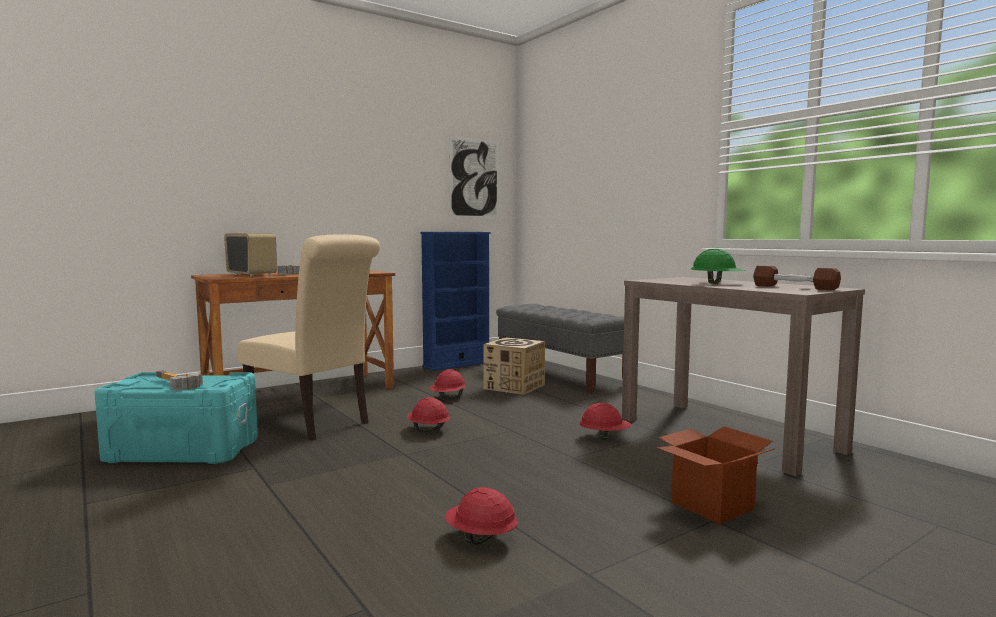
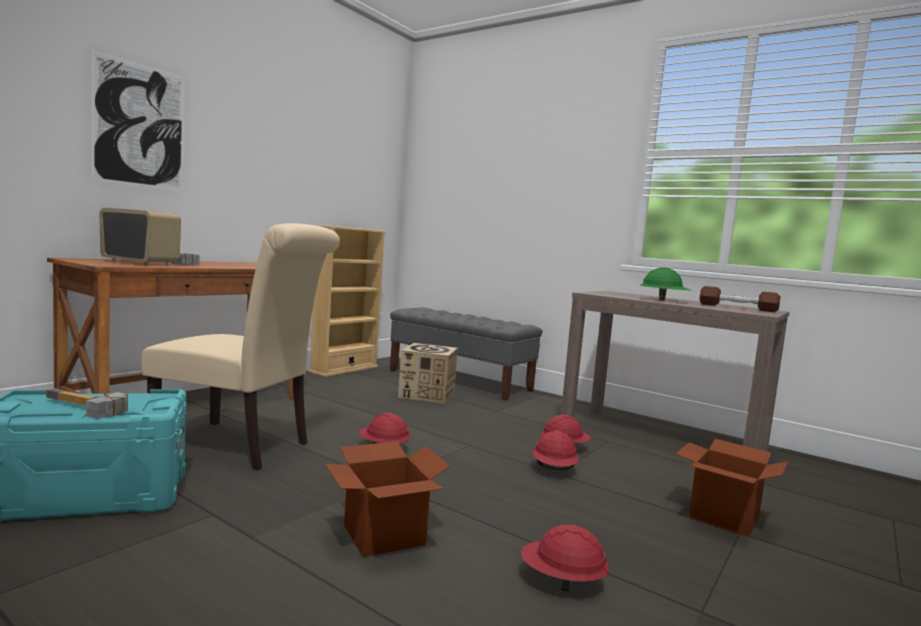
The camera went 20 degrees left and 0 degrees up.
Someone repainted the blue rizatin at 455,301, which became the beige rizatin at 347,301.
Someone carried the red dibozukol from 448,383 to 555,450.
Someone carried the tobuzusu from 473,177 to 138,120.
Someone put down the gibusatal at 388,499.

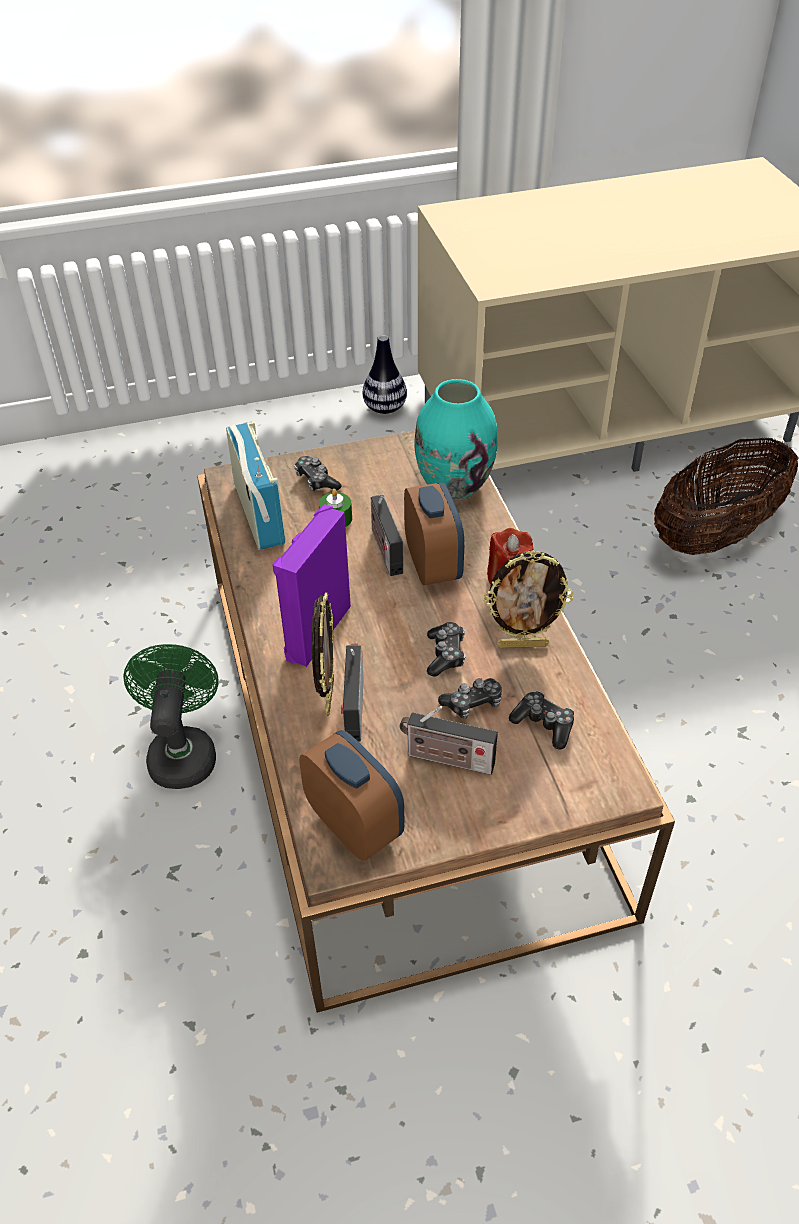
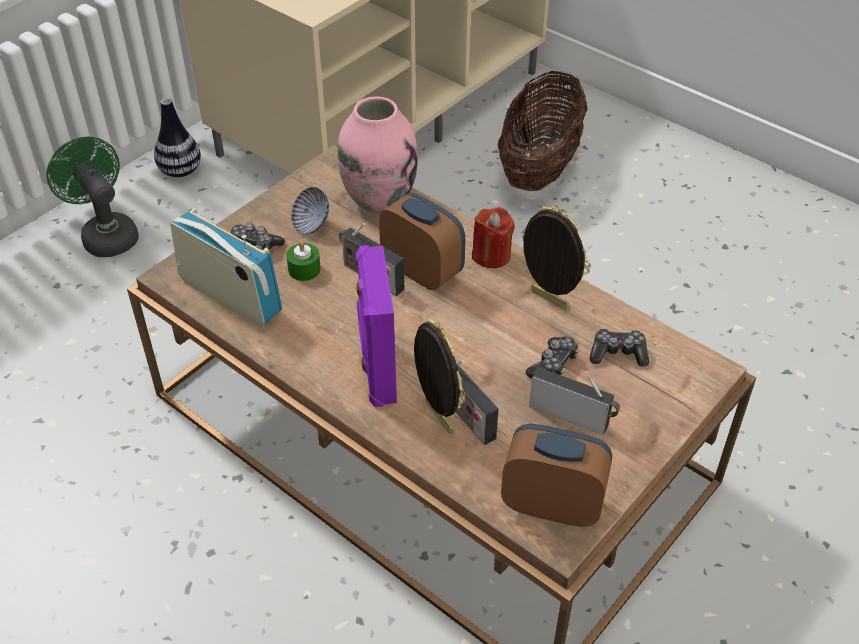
The camera went 35 degrees left and 0 degrees up.
Someone carried the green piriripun from 171,716 to 92,197.
Someone rotated the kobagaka at 449,740 by 135 degrees counterclockwise.
Someone repainted the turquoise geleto at 456,439, which became the pink geleto at 377,155.
Someone took away the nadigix at 446,649.
Someone rotated the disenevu at 528,599 by 105 degrees counterclockwise.
Someone put down the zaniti at 310,210.

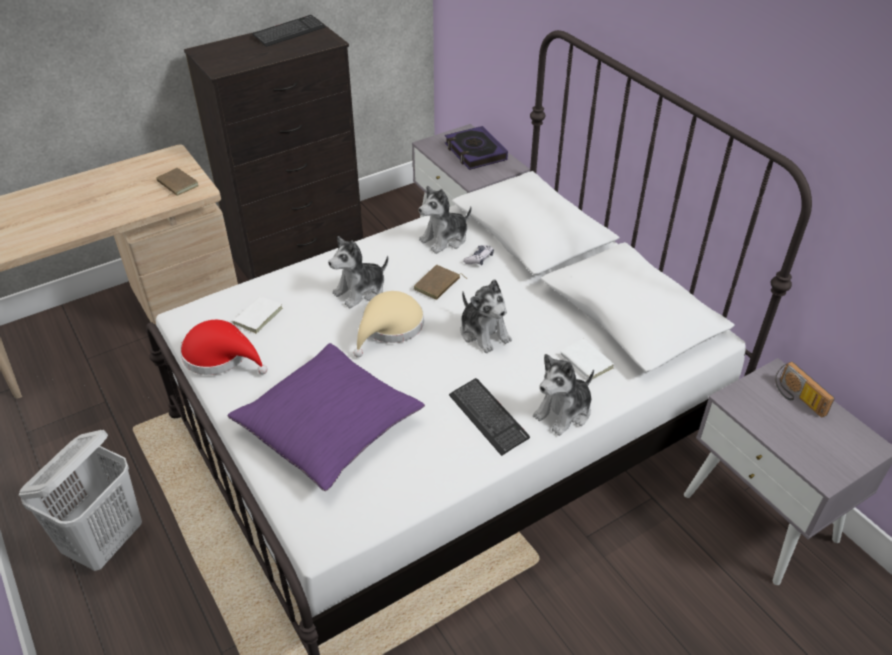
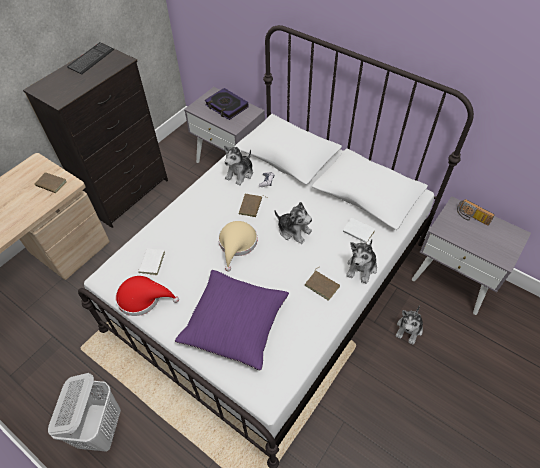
The camera went 20 degrees left and 10 degrees up.
Someone carried the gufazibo from 358,272 to 409,325.
Someone swapped the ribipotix at 489,417 for the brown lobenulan at 322,283.

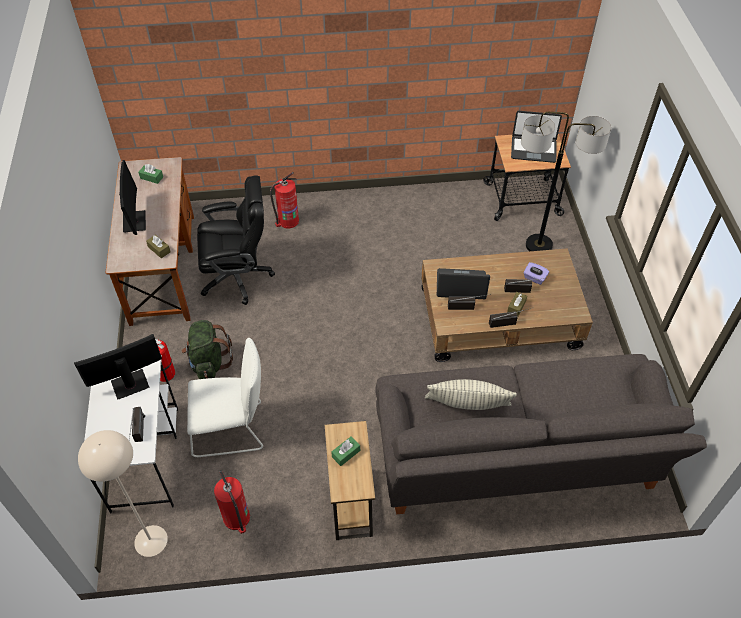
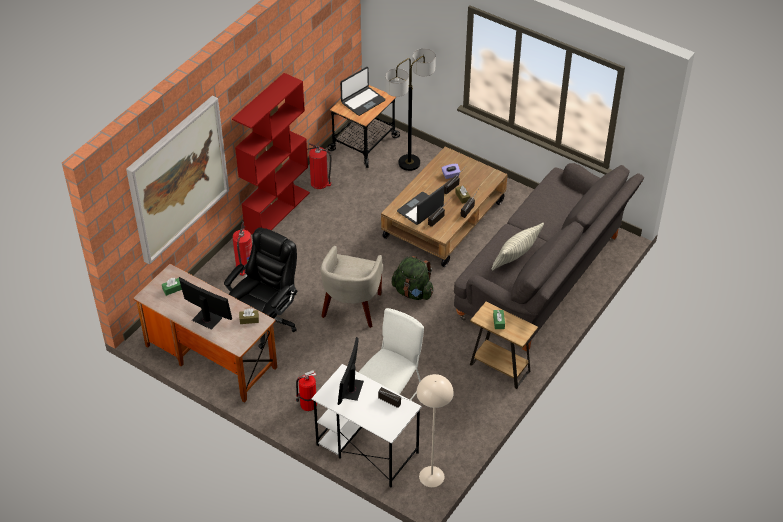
The camera went 50 degrees left and 5 degrees down.
Someone carried the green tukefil from 207,349 to 412,278.
Someone carried the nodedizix from 232,502 to 319,166.
Someone put up the tobuzusu at 177,180.
Someone put down the red rizatin at 271,154.
Someone put down the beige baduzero at 351,287.

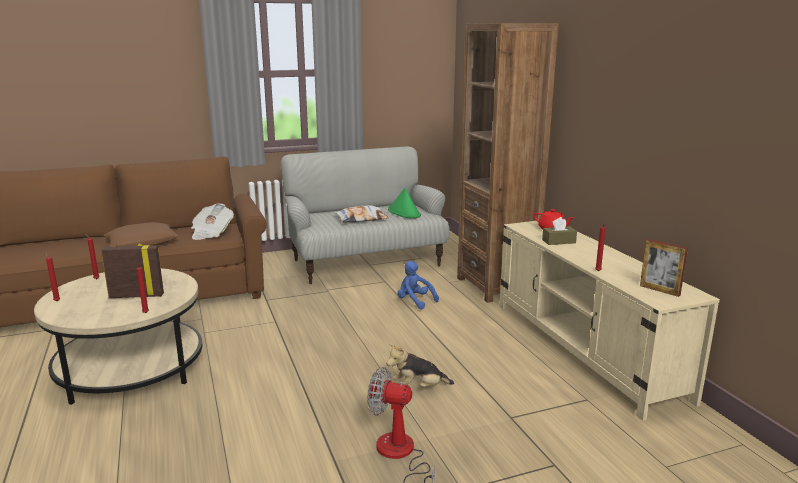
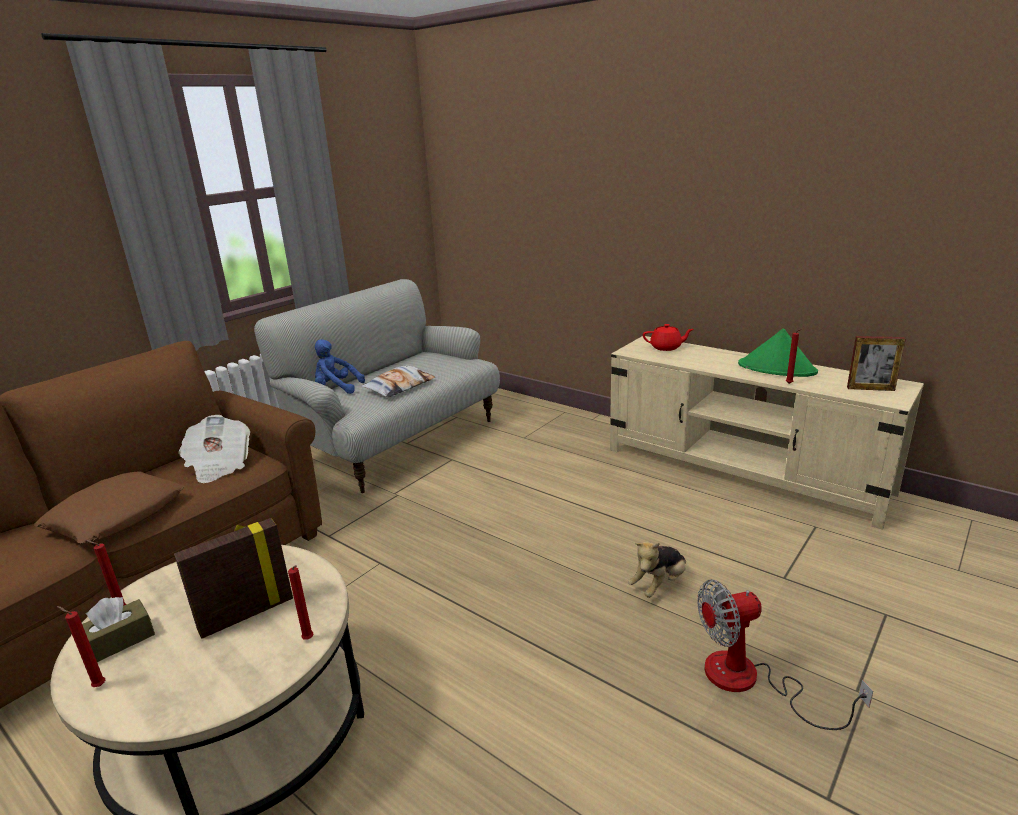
The camera went 30 degrees left and 5 degrees up.
Someone carried the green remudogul from 404,203 to 778,353.
Someone carried the blue gufazibo from 418,285 to 340,366.
Someone took away the brown rizatin at 508,163.
Someone carried the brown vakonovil from 559,231 to 118,629.

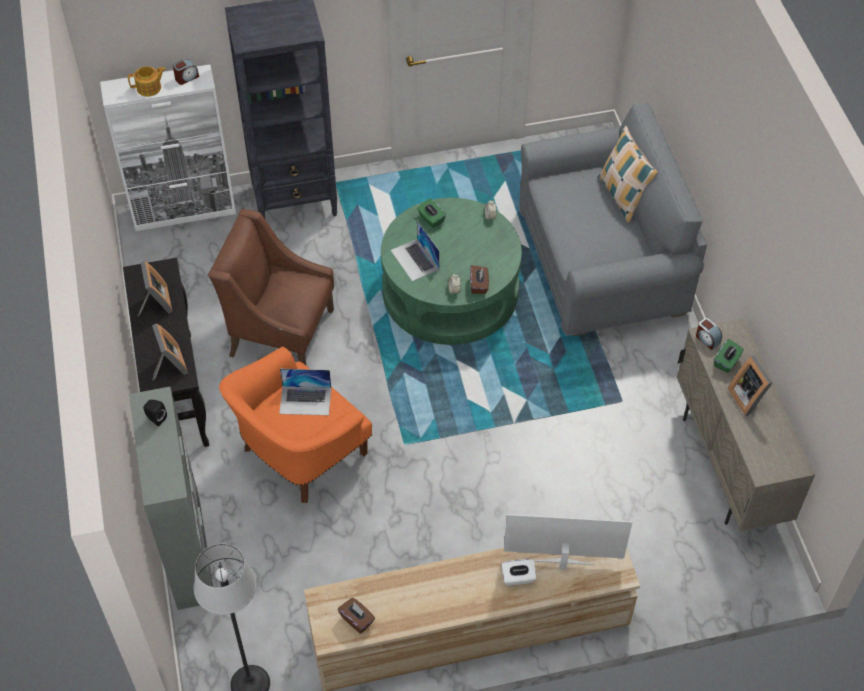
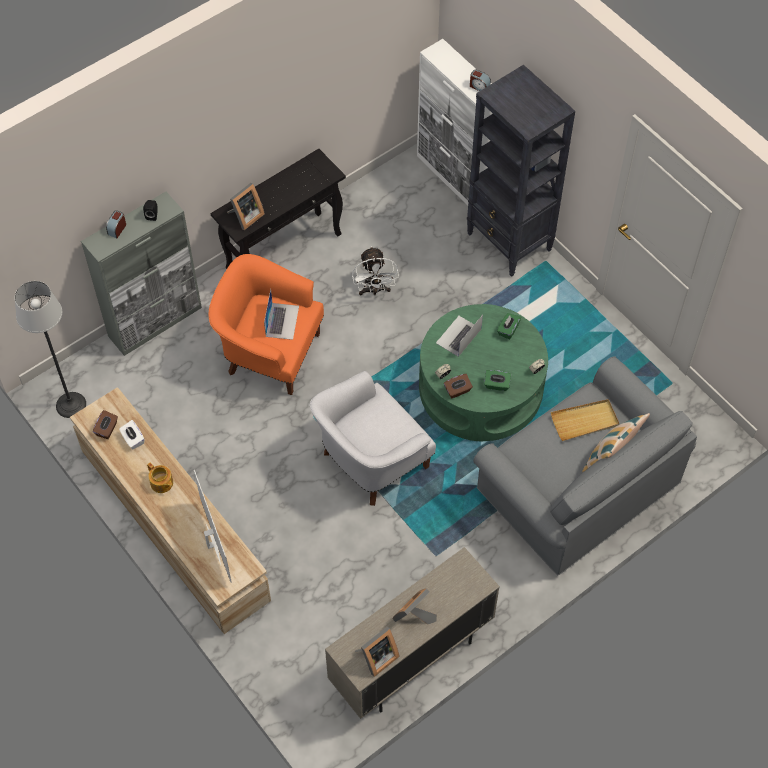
The camera went 65 degrees right and 5 degrees up.
Someone carried the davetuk from 147,81 to 160,478.
Someone carried the disenevu from 155,288 to 377,652.
Someone swapped the brown baduzero at 271,287 for the white piriripun at 375,271.
Someone rotated the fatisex at 305,392 by 150 degrees counterclockwise.
Someone carried the white vakonovil from 518,572 to 132,434.
Someone carried the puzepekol from 709,334 to 116,224.
Someone carried the green vakonovil from 729,356 to 497,380.
Someone put down the white baduzero at 373,438.
Someone put down the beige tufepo at 585,420.

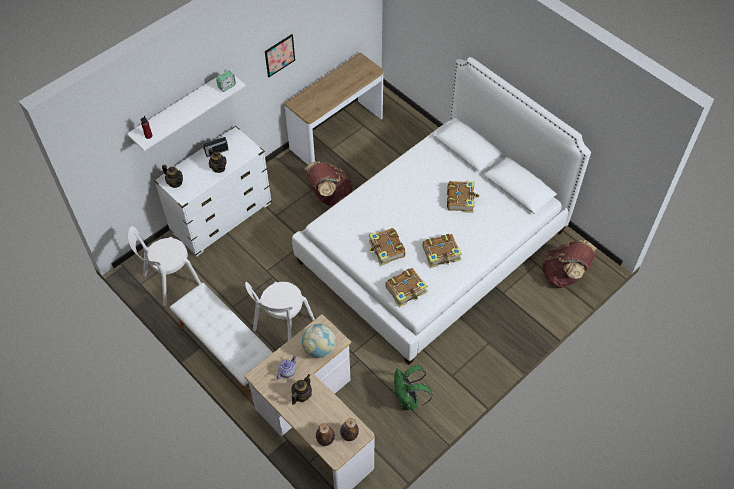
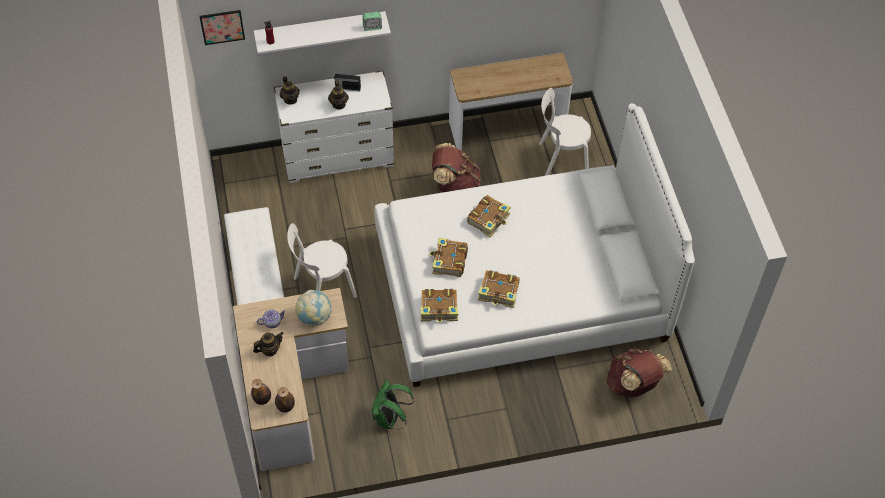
The camera went 30 degrees right and 0 degrees up.
Someone carried the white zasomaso from 164,266 to 565,132.
Someone carried the tobuzusu from 280,55 to 222,27.
Someone carried the lobenulan from 463,197 to 489,216.

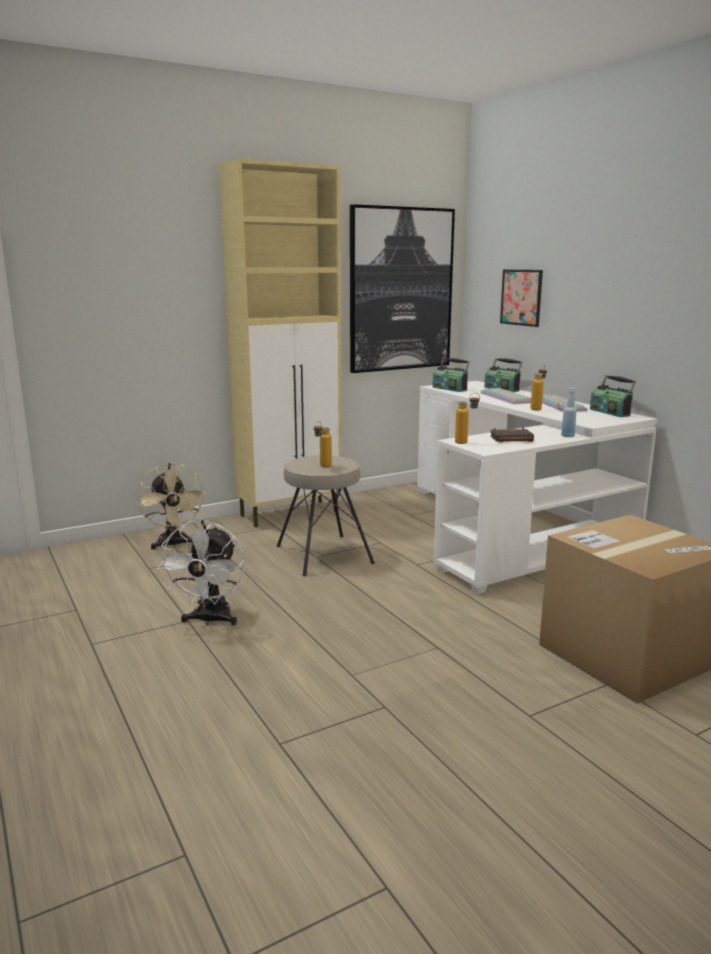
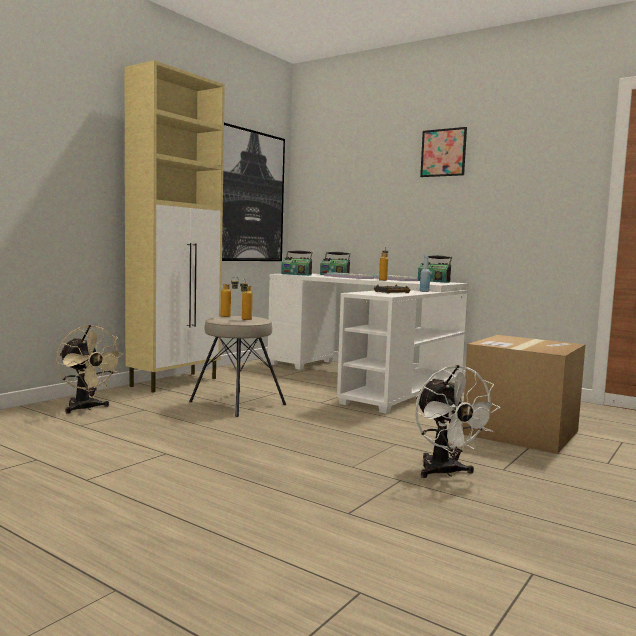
The camera went 25 degrees left and 10 degrees down.
Someone carried the white piriripun from 201,572 to 457,421.
Someone carried the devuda from 467,418 to 230,298.
Someone carried the tobuzusu from 521,298 to 443,152.

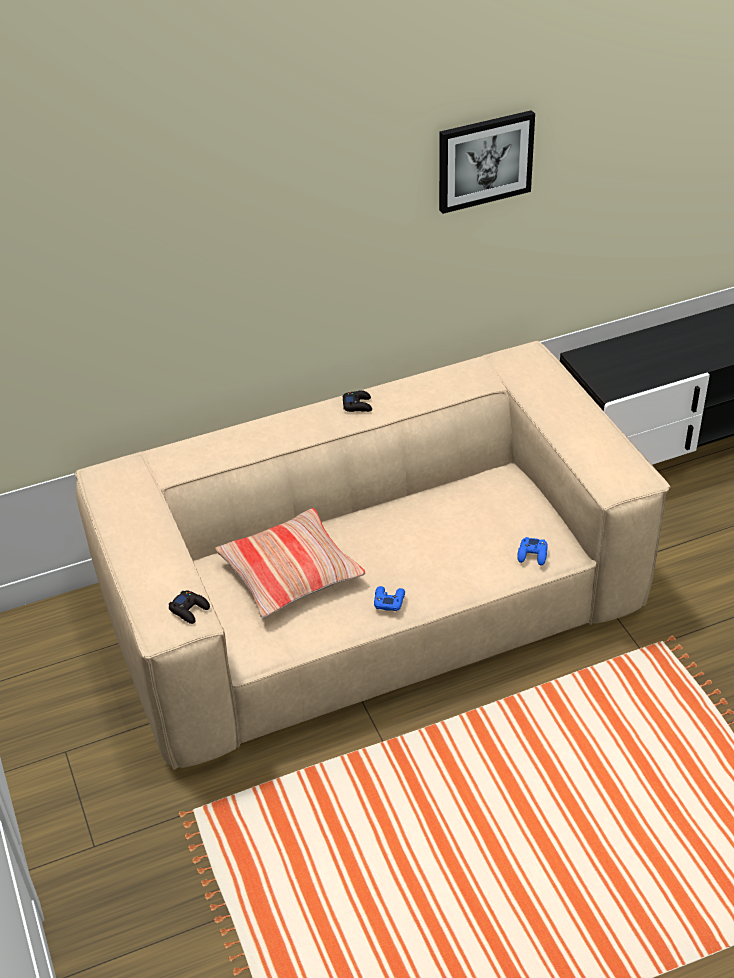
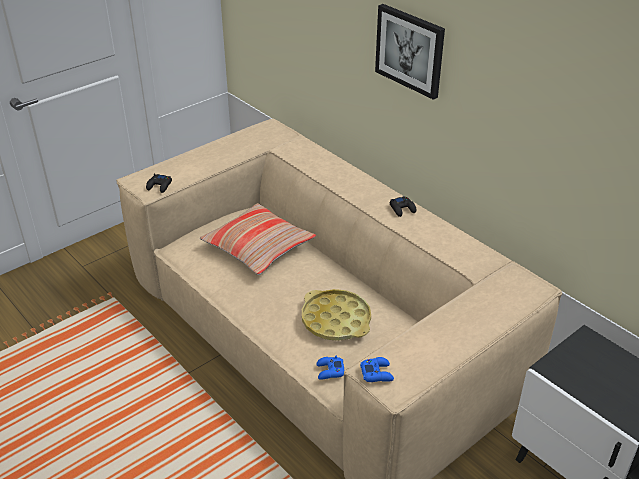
The camera went 70 degrees right and 5 degrees down.
Someone carried the blue nadigix from 389,598 to 377,369.
Someone carried the tobuzusu from 487,162 to 410,52.
Someone put down the yellow tufepo at 336,315.

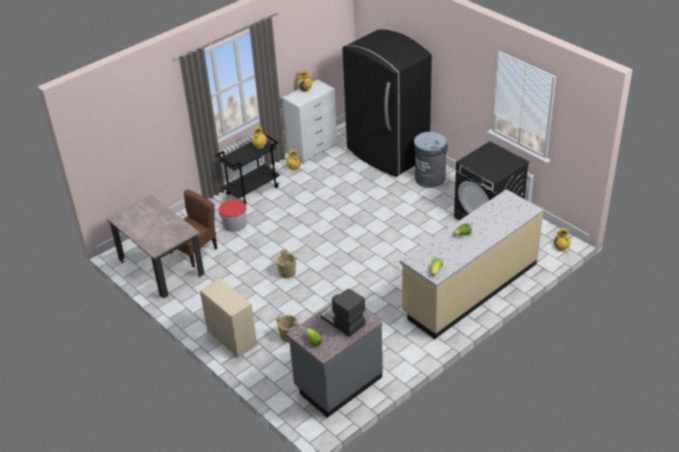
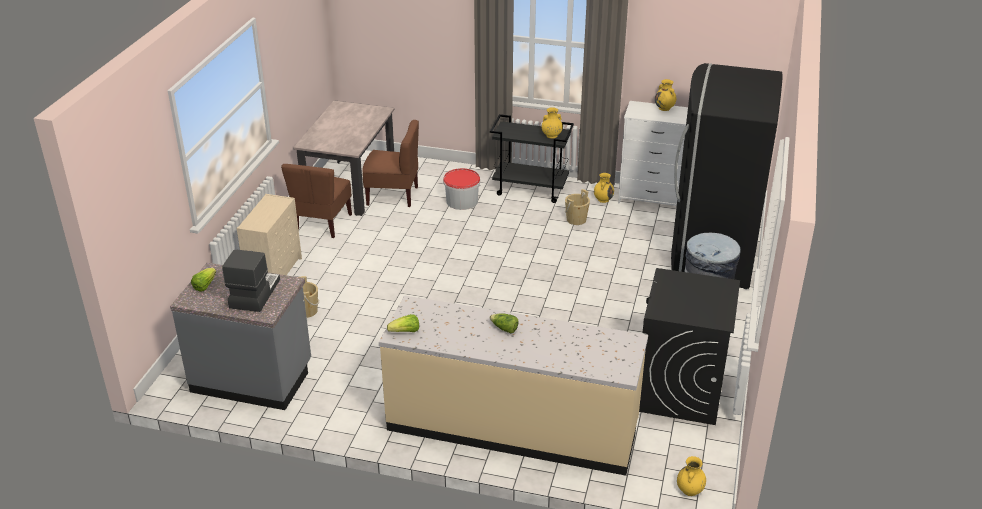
The camera went 55 degrees right and 5 degrees down.
Someone carried the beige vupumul from 286,263 to 577,207.
Someone put down the brown zasomaso at 316,201.

